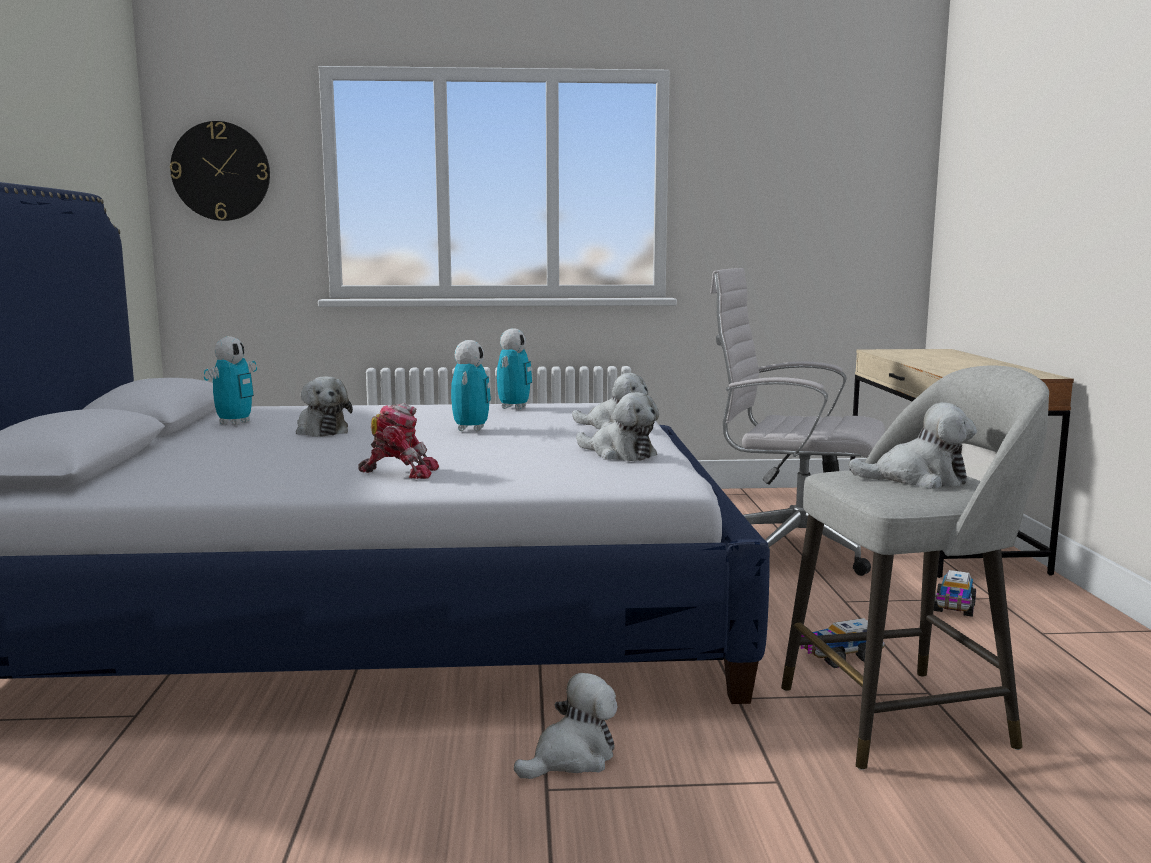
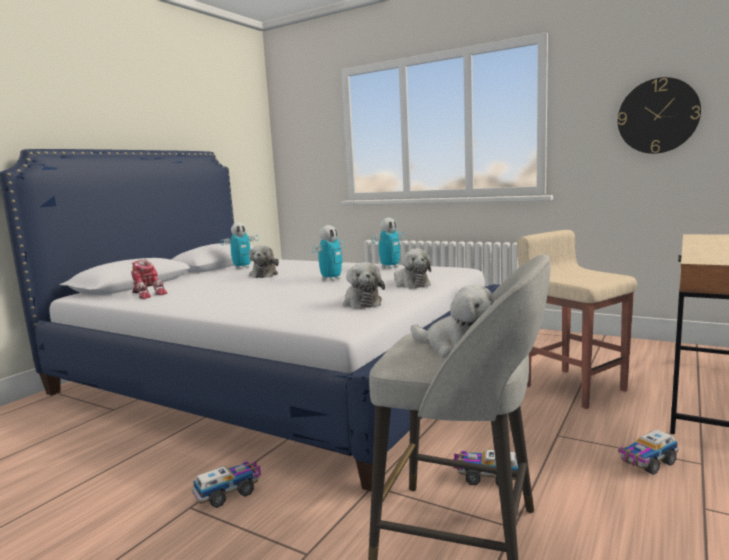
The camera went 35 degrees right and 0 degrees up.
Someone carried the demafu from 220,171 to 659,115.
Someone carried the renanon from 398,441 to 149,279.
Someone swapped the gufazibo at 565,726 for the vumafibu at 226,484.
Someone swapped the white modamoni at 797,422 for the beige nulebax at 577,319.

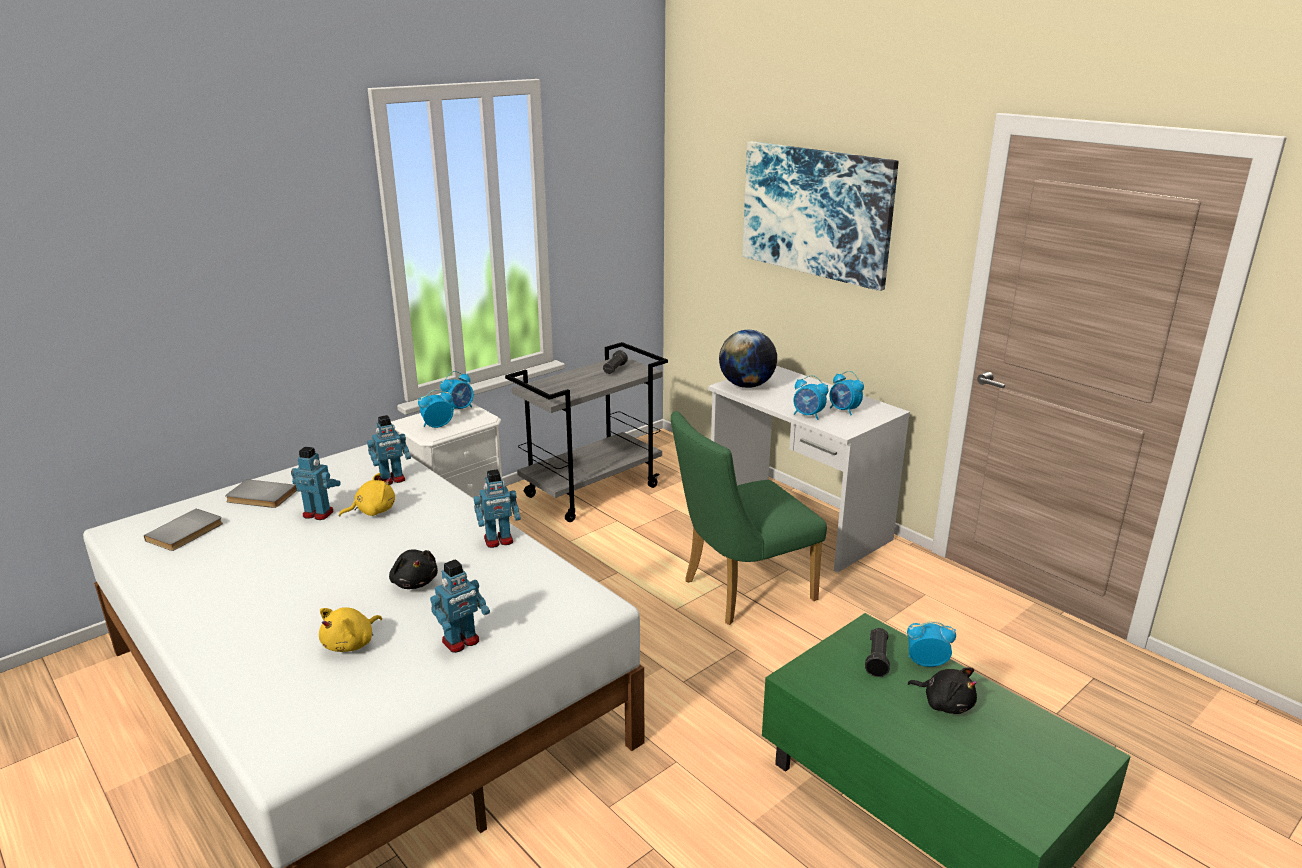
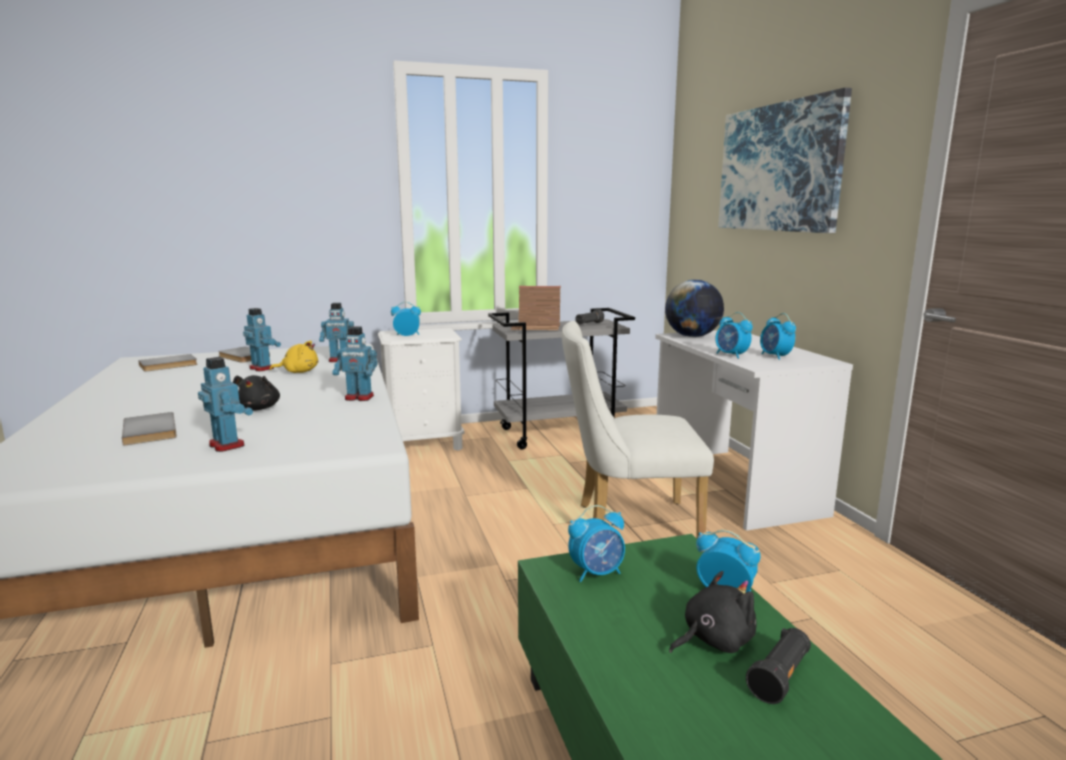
The camera went 25 degrees right and 10 degrees down.
Someone swapped the yellow gufazibo at 350,629 for the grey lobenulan at 149,429.
Someone rotated the renanon at 460,606 by 120 degrees counterclockwise.
Someone carried the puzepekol from 456,391 to 596,543.
Someone repainted the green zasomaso at 749,518, which became the white zasomaso at 638,429.
Someone carried the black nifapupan from 877,652 to 778,666.
Someone rotated the black gufazibo at 942,690 by 90 degrees counterclockwise.
Someone put down the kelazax at 536,308.

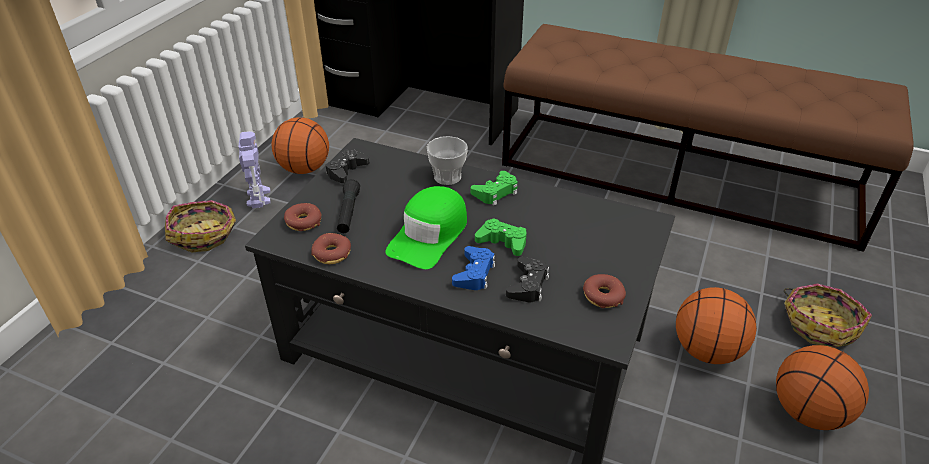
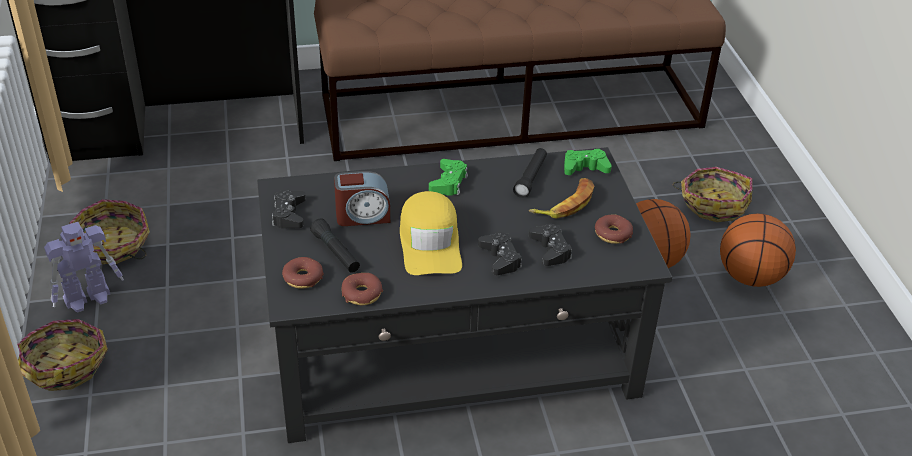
The camera went 35 degrees left and 0 degrees up.
Someone rotated the renanon at 255,169 by 105 degrees clockwise.
Someone swapped the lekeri at 300,145 for the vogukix at 109,231.
Someone repainted the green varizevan at 426,227, which became the yellow varizevan at 431,233.
Someone took away the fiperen at 447,160.
Someone repainted the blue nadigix at 473,268, which became the black nadigix at 500,253.
Someone carried the green nadigix from 501,237 to 588,162.
Someone put down the puzepekol at 362,198.
Someone put down the black nifapupan at 530,173.
Someone put down the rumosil at 561,198.

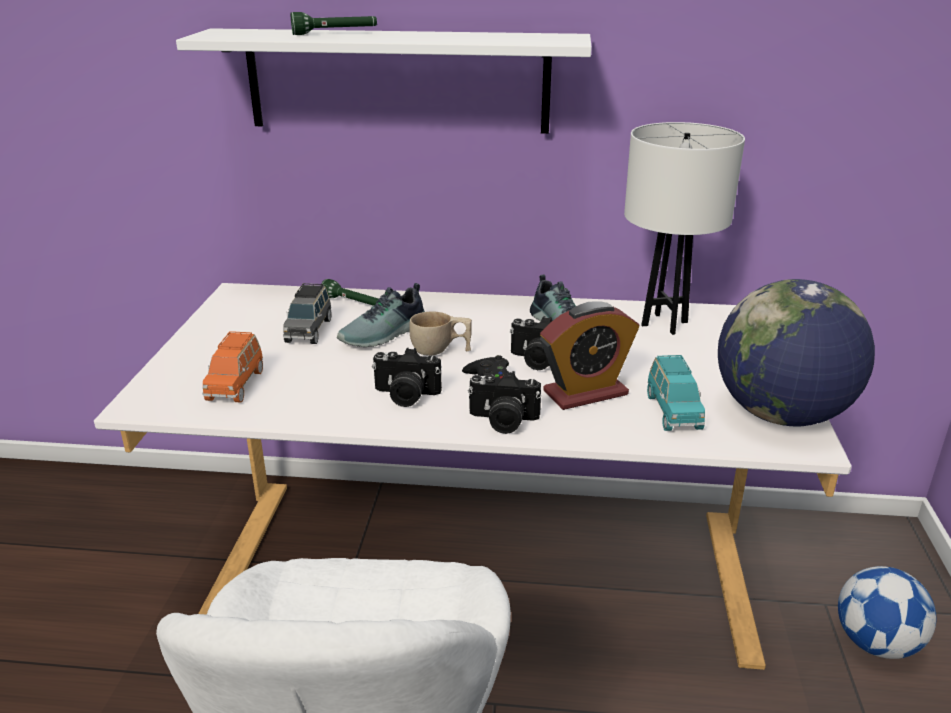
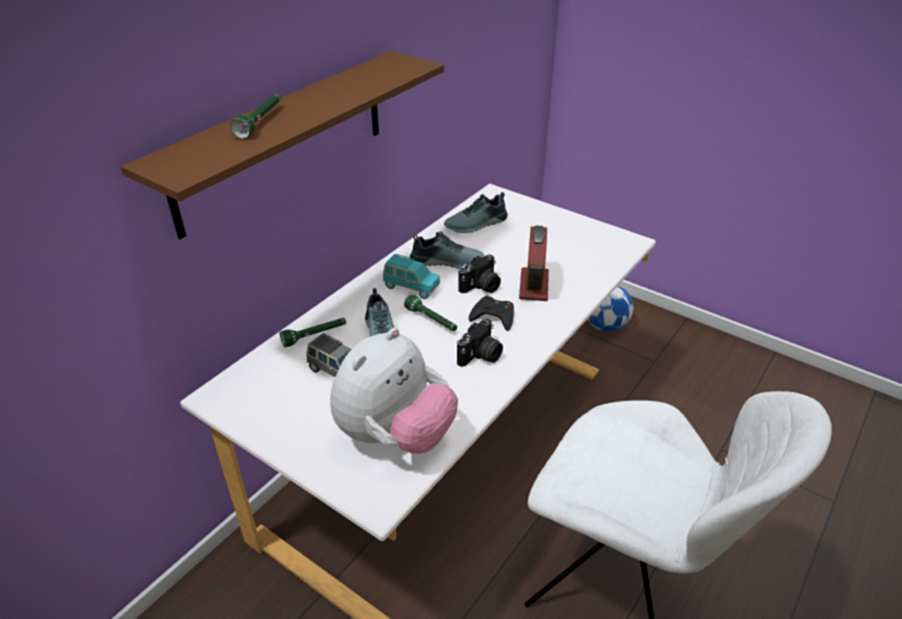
The camera went 60 degrees left and 10 degrees up.
Someone repainted the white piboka at 384,81, which became the brown piboka at 282,145.
Someone swapped the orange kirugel at 233,366 for the gufazibo at 394,391.
Someone swapped the beige fiperen at 440,334 for the green nifapupan at 430,312.
Someone took away the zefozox at 504,402.
Someone swapped the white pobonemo at 684,228 for the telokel at 475,212.
Someone carried the turquoise kirugel from 676,393 to 411,276.
Someone took away the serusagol at 796,352.

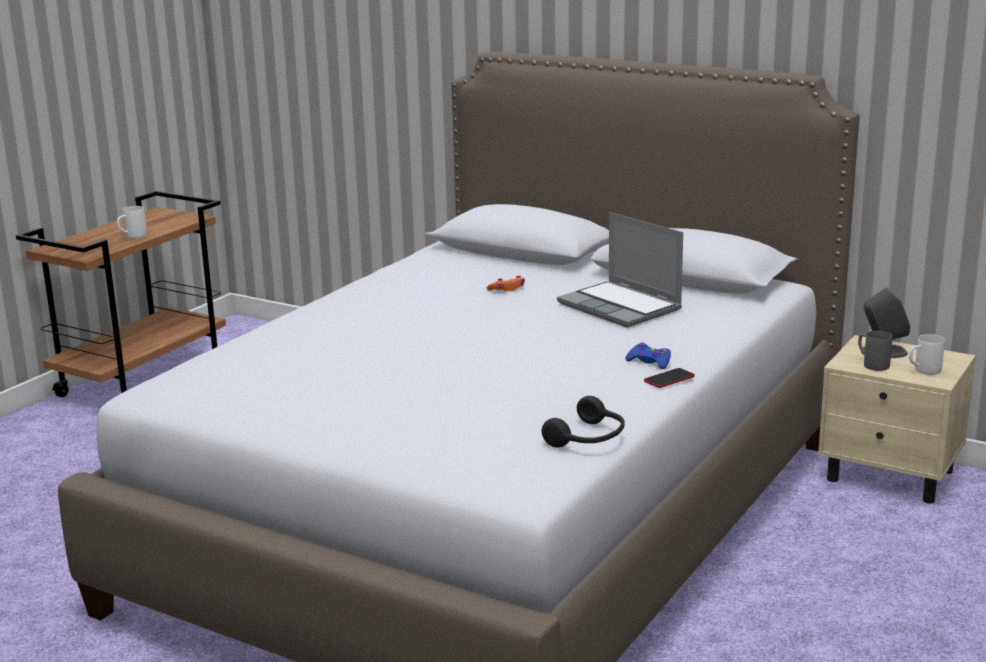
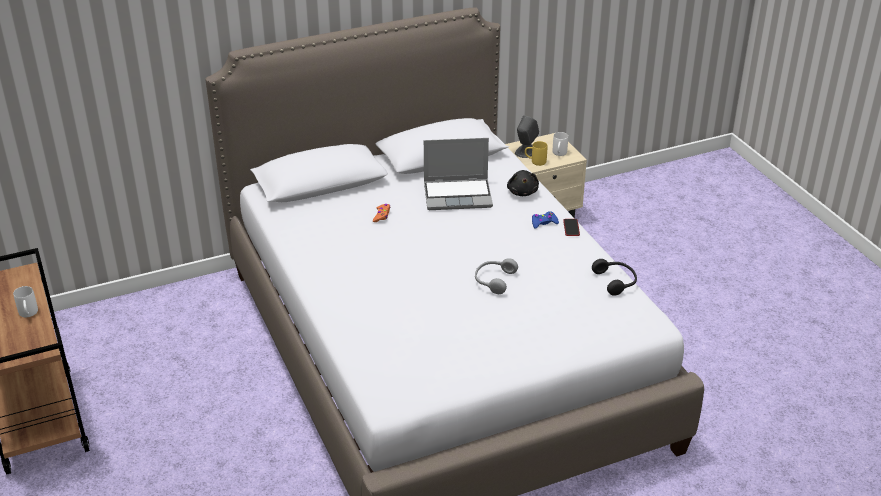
The camera went 55 degrees left and 15 degrees up.
Someone repainted the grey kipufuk at 875,351, which became the yellow kipufuk at 536,153.
Someone put down the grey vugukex at 496,276.
Someone put down the black gufazibo at 523,183.

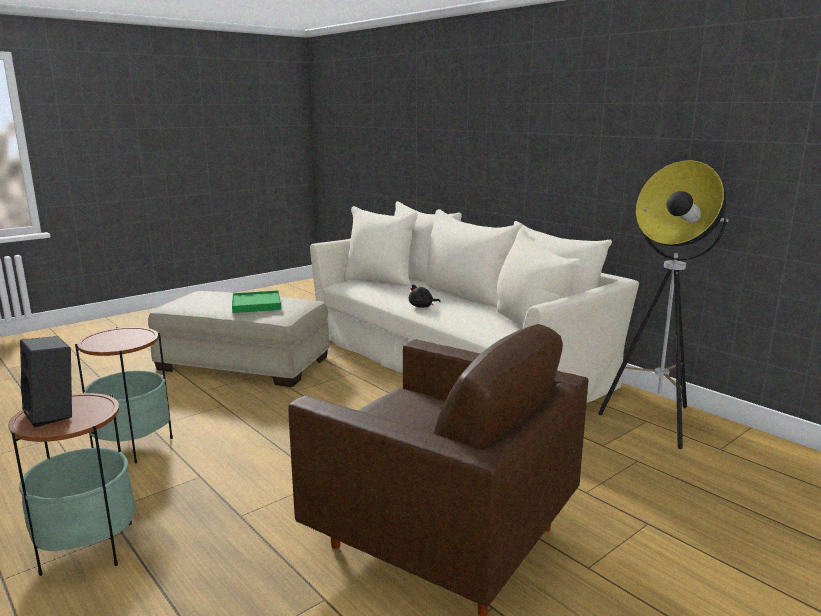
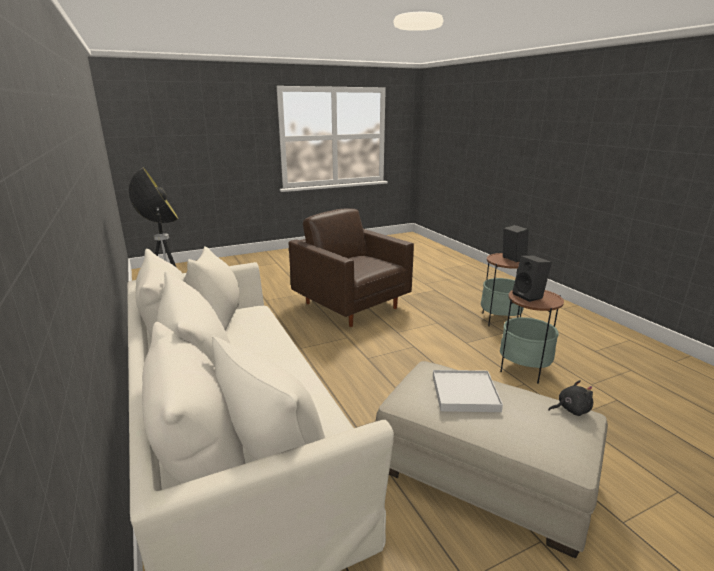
The camera went 165 degrees left and 5 degrees up.
Someone repainted the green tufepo at 256,301, which became the white tufepo at 468,391.
Someone carried the black gufazibo from 424,296 to 570,398.
Someone put down the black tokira at 532,278.

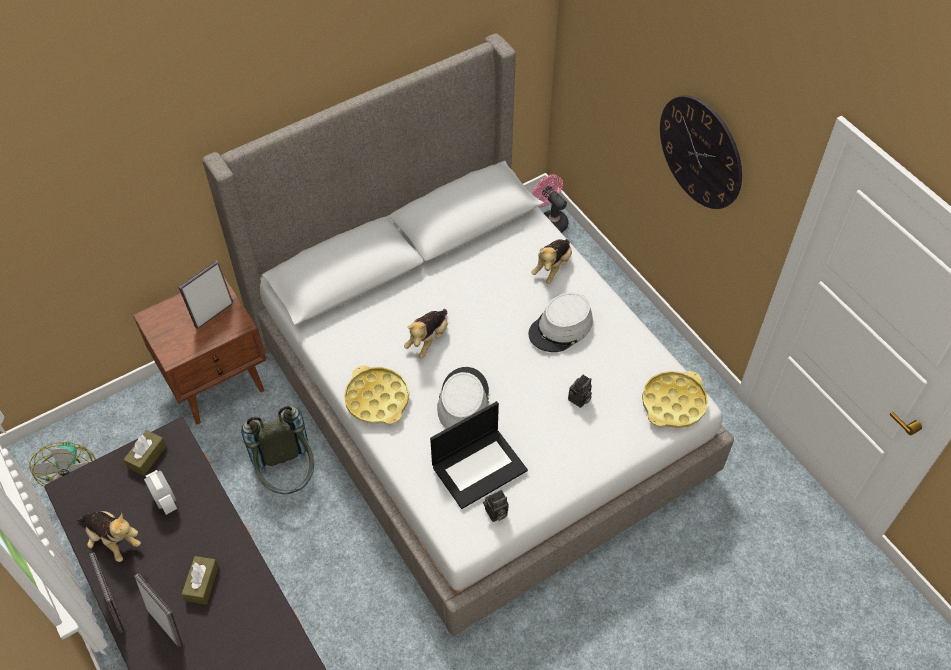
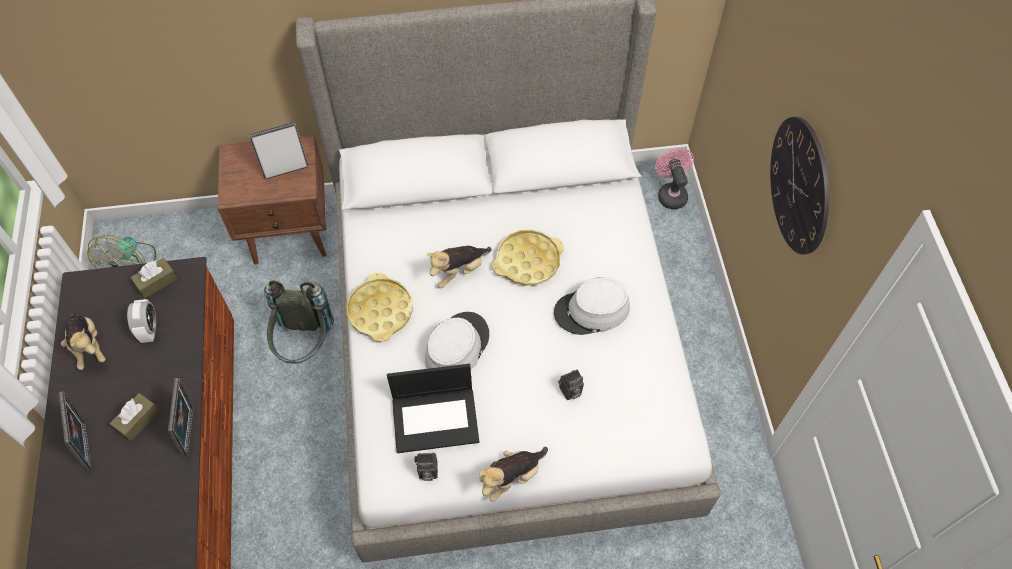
The camera went 25 degrees right and 5 degrees up.
Someone carried the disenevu from 106,592 to 181,418.
Someone carried the gufazibo from 551,261 to 513,474.
Someone carried the yellow tufepo from 675,399 to 528,257.

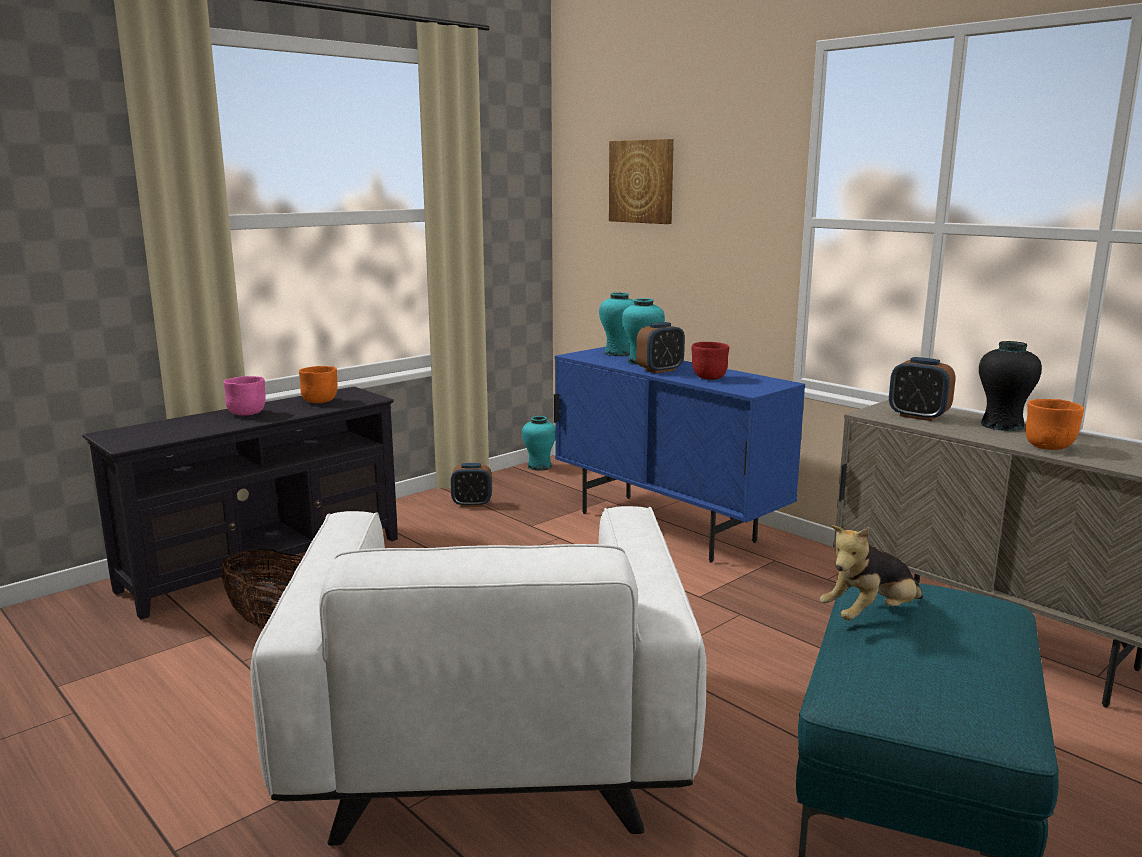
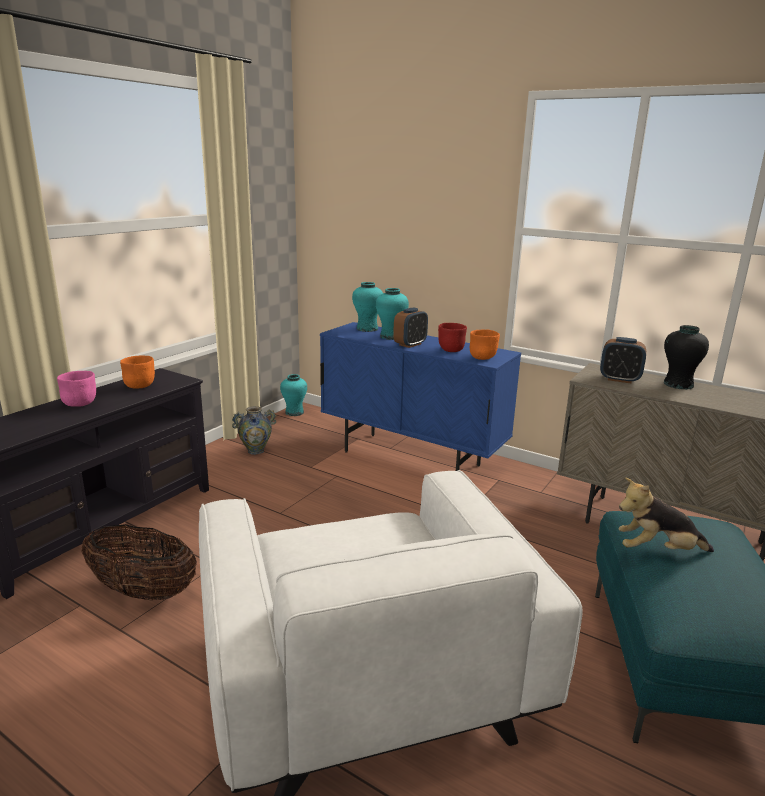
The camera went 15 degrees left and 5 degrees up.
Someone swapped the puzepekol at 471,485 for the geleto at 254,430.
Someone took away the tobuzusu at 641,181.
Someone rotated the gufazibo at 871,572 by 45 degrees clockwise.
Someone carried the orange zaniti from 1054,424 to 485,344.

